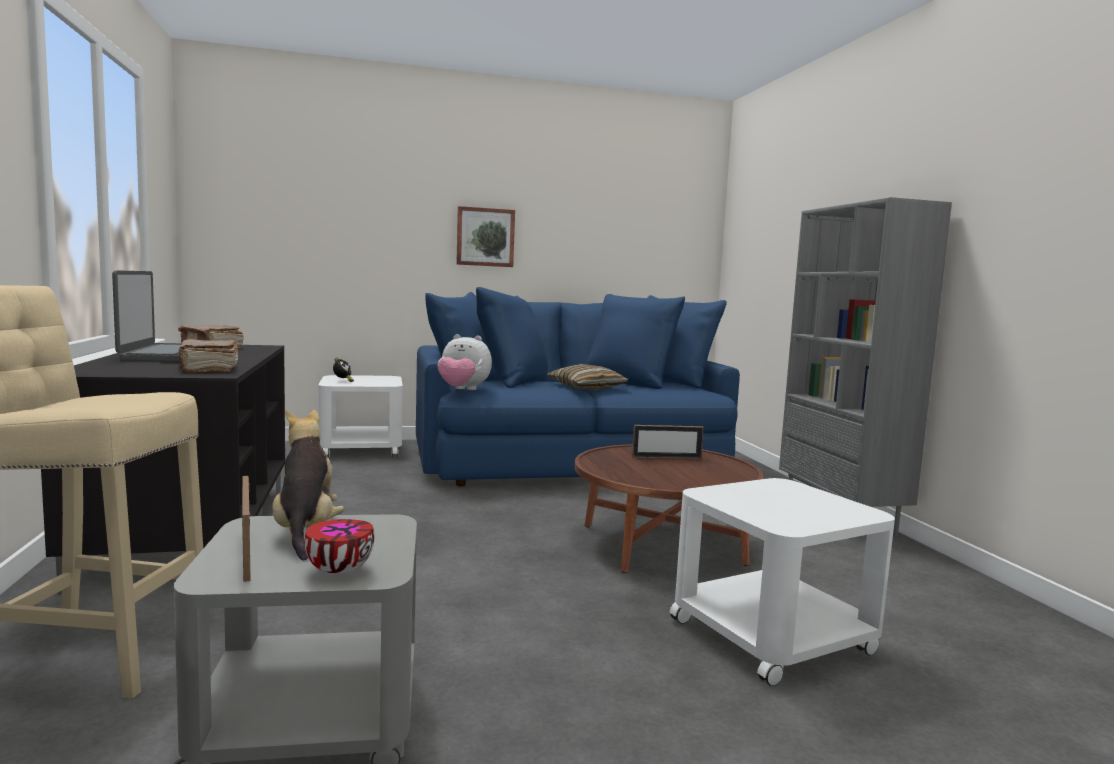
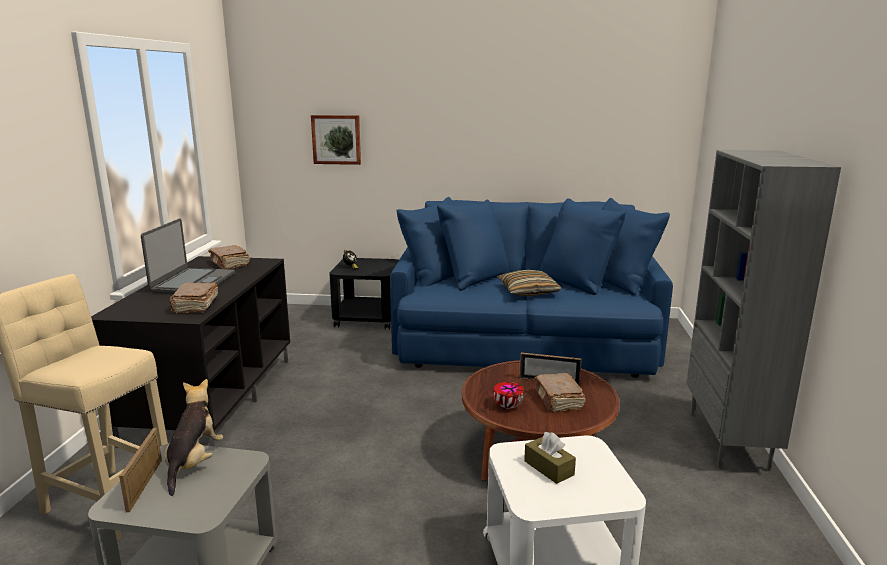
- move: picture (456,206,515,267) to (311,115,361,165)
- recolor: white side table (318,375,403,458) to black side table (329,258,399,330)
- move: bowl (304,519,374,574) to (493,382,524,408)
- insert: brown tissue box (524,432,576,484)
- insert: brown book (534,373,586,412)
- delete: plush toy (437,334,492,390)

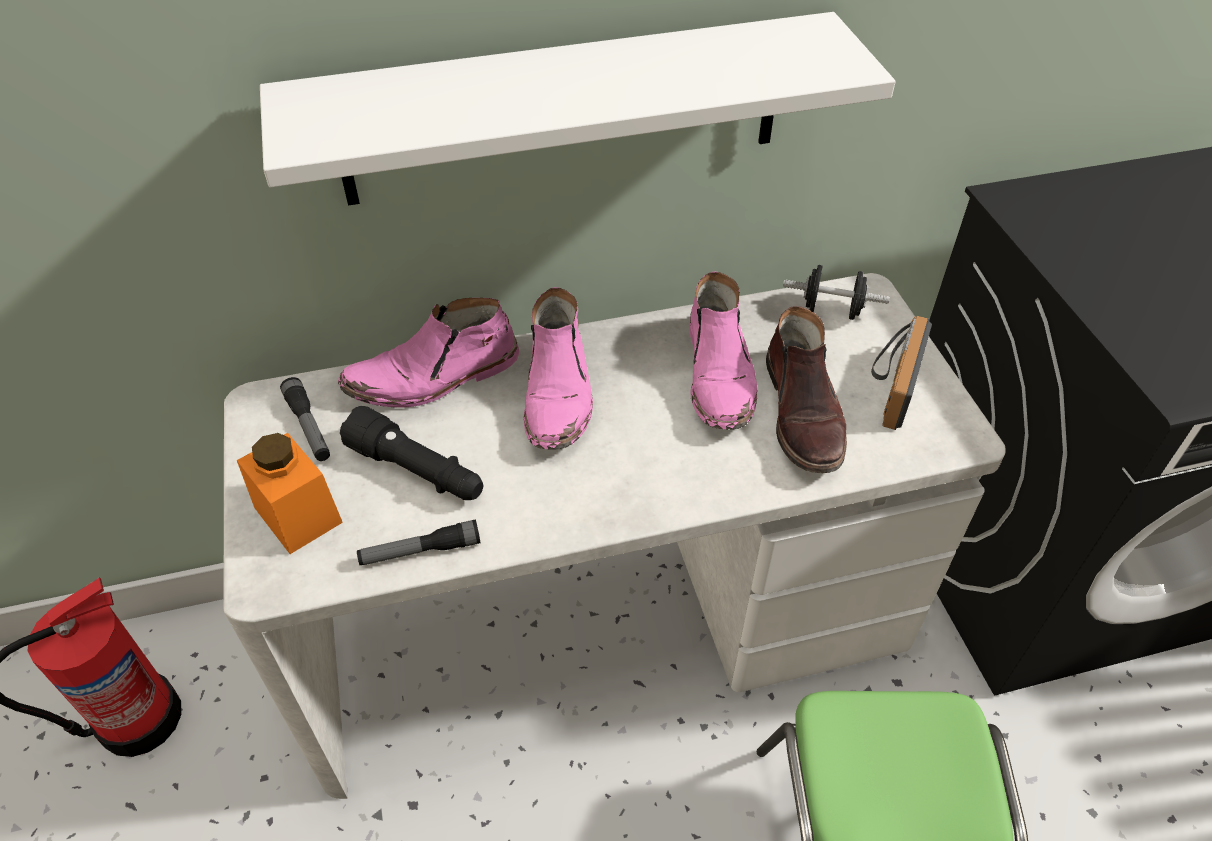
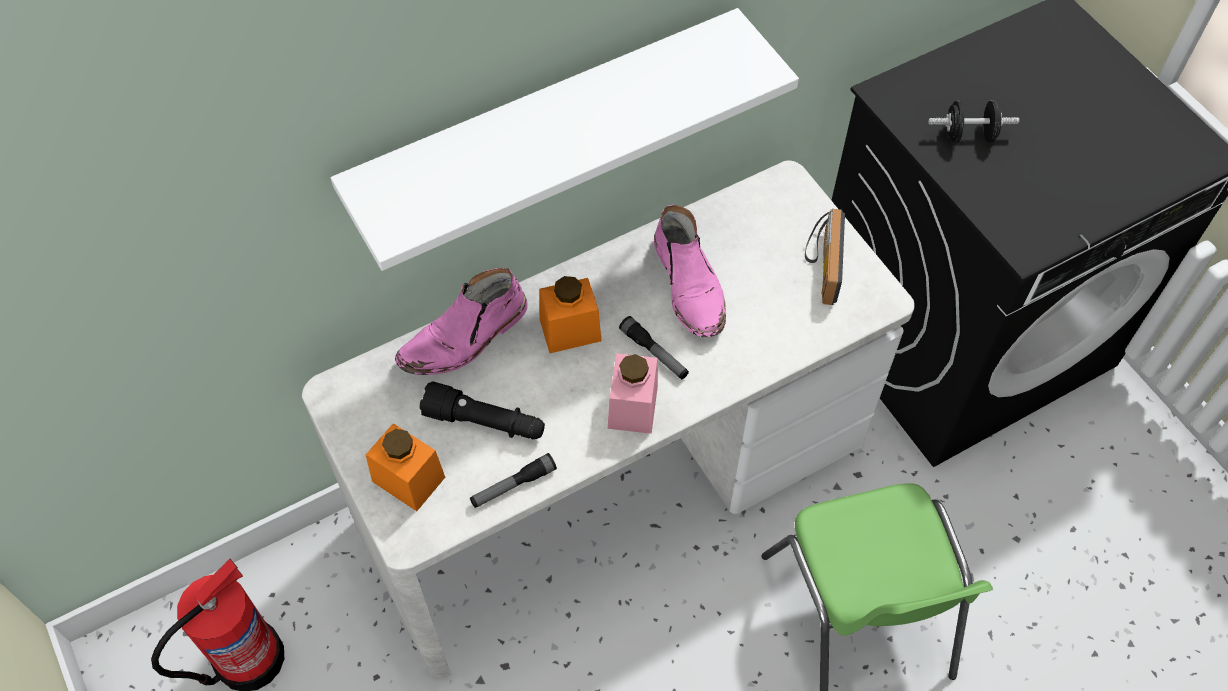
- replace: pink boot (524,287,593,450) to orange jar (539,276,602,353)
- insert: pink jar (608,353,658,434)
- move: flashlight (280,377,330,461) to (619,316,689,379)
- move: black dumbbell (783,265,890,320) to (928,100,1020,143)
- delete: brown boot (766,306,847,473)

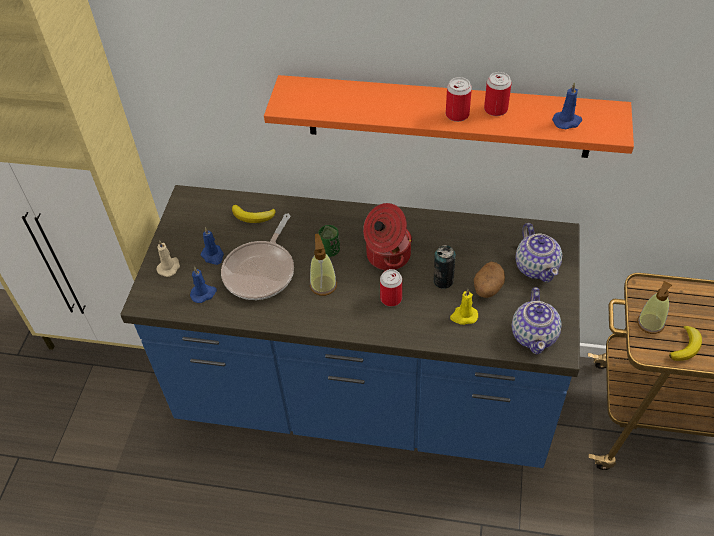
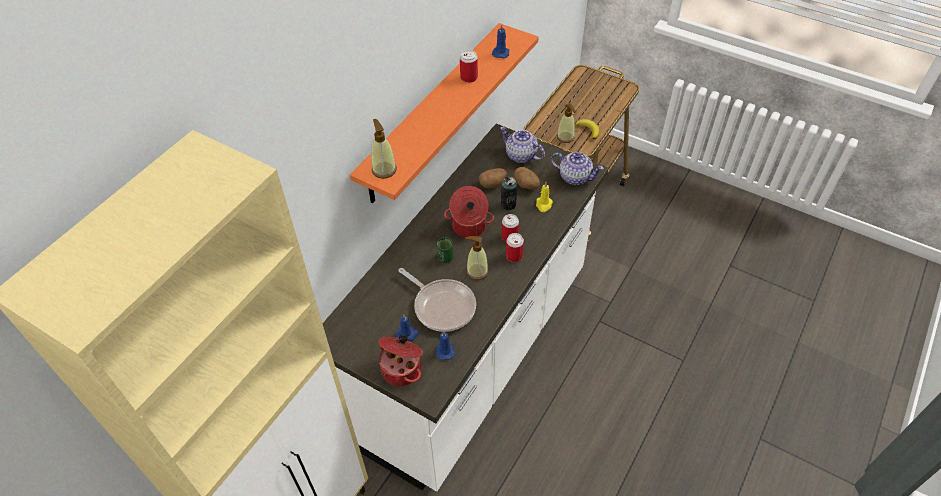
- recolor: blue counter (120,185,580,468) to white counter (323,124,608,492)
- insert: soap dispenser (371,119,397,179)
- replace: beige candle (156,240,180,277) to cooking pot (378,335,423,386)
- insert: potato (479,168,507,189)
- rotate: teapot (515,223,562,282) = (500,127,545,163) 150 degrees counterclockwise
- move: can (446,77,472,122) to (506,233,524,262)
- delete: banana (232,205,276,223)

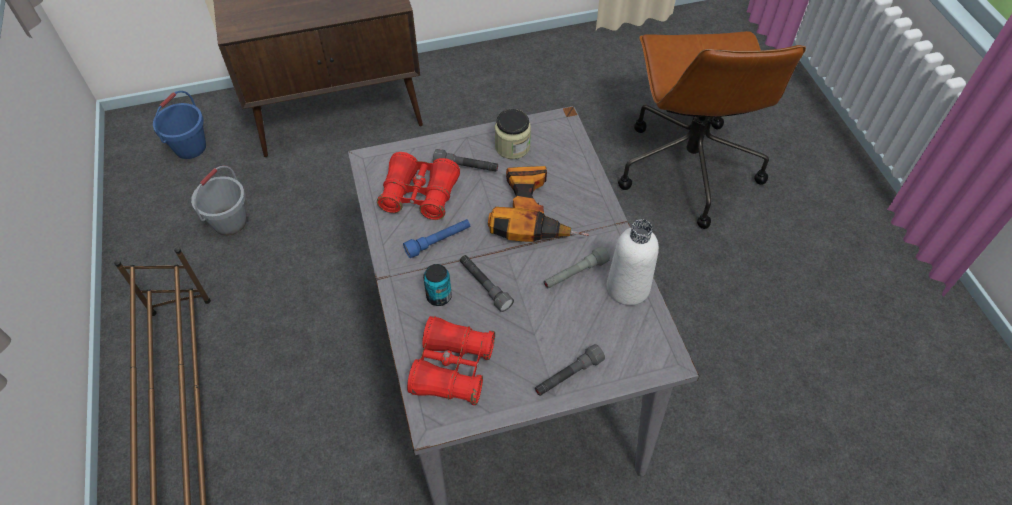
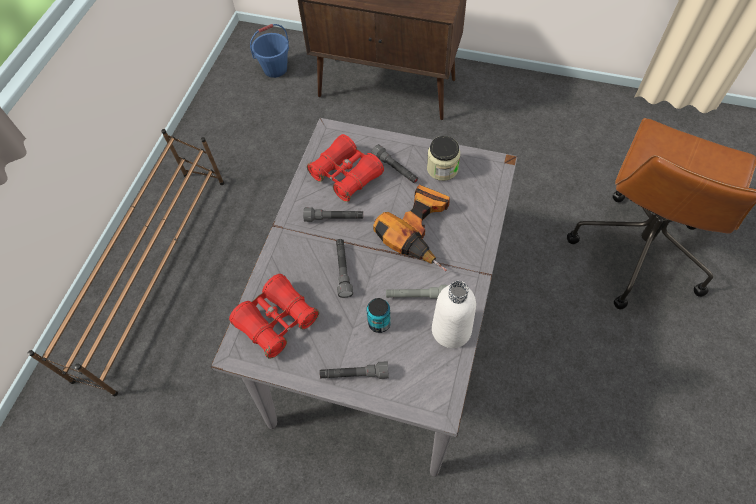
- recolor: blue flashlight (403,219,470,258) to grey flashlight (303,207,363,222)
- move: can (423,264,452,306) to (367,298,391,333)
- delete: grey bucket (191,166,247,236)

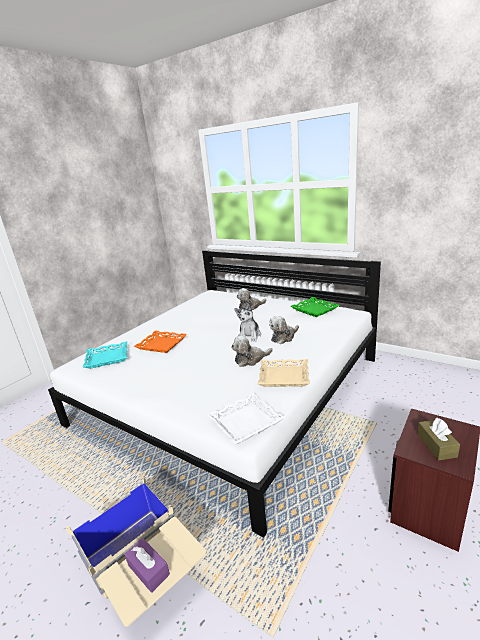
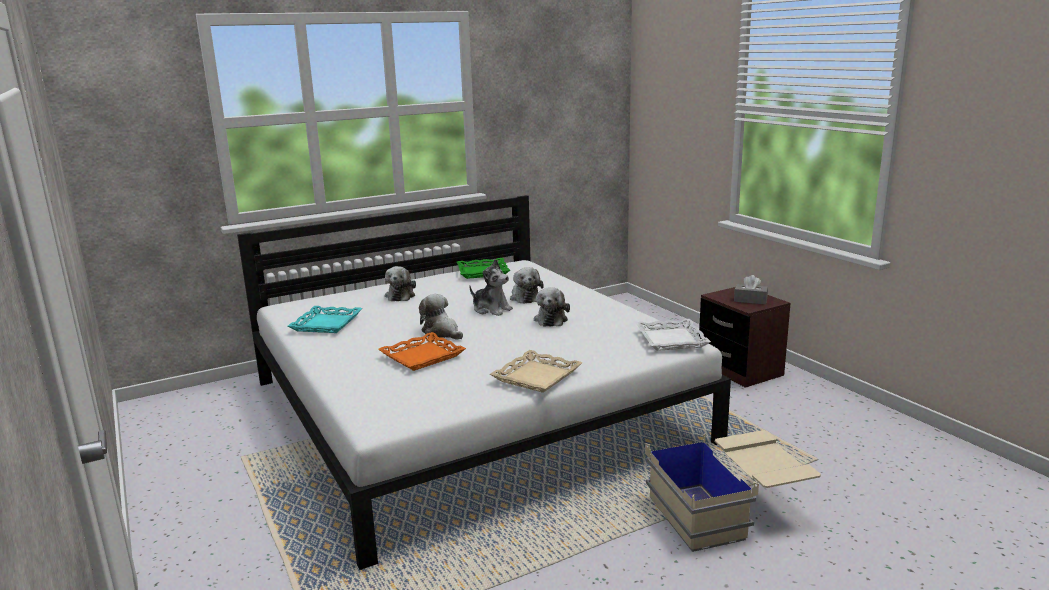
- move: turquoise tray (83,341,127,369) to (288,306,362,333)
- insert: plush toy (419,294,463,340)
- move: beige tray (258,359,310,387) to (490,350,582,393)
- recolor: brown tissue box (417,417,460,460) to grey tissue box (734,275,768,305)
- delete: purple tissue box (125,538,170,593)

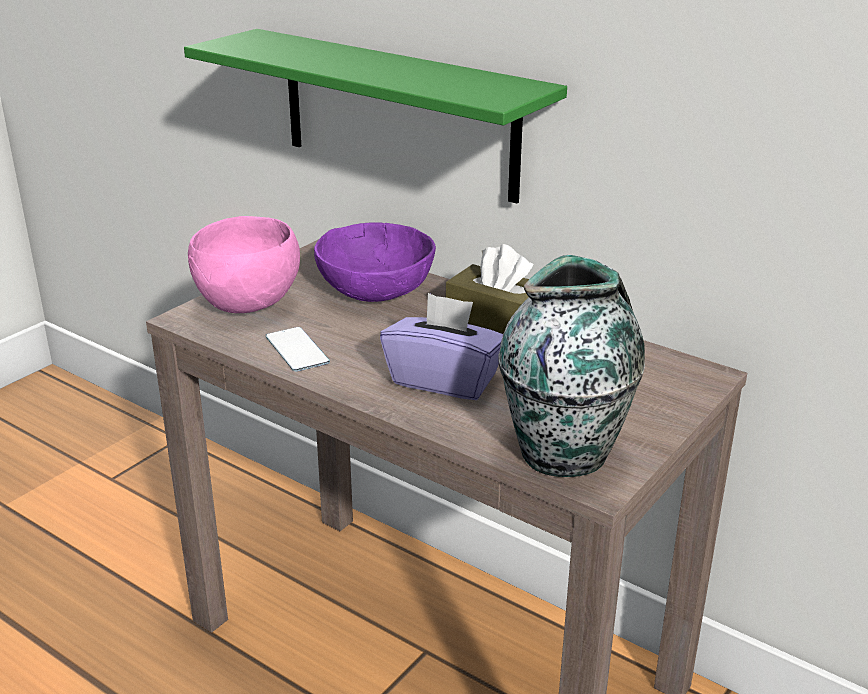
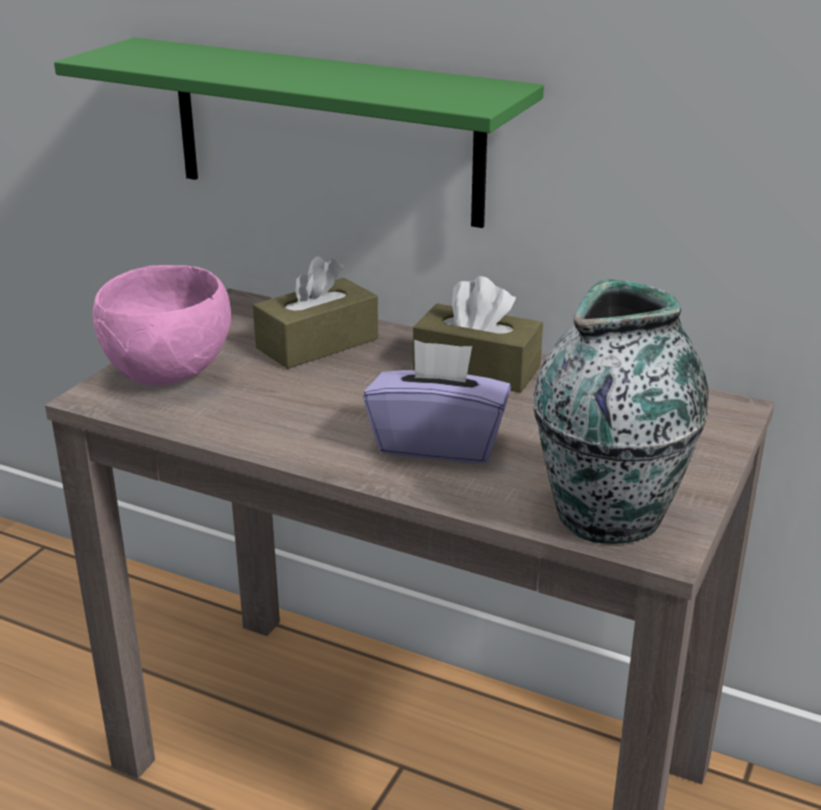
- replace: purple bowl (314,222,436,302) to brown tissue box (253,256,378,369)
- delete: phone (265,327,330,372)

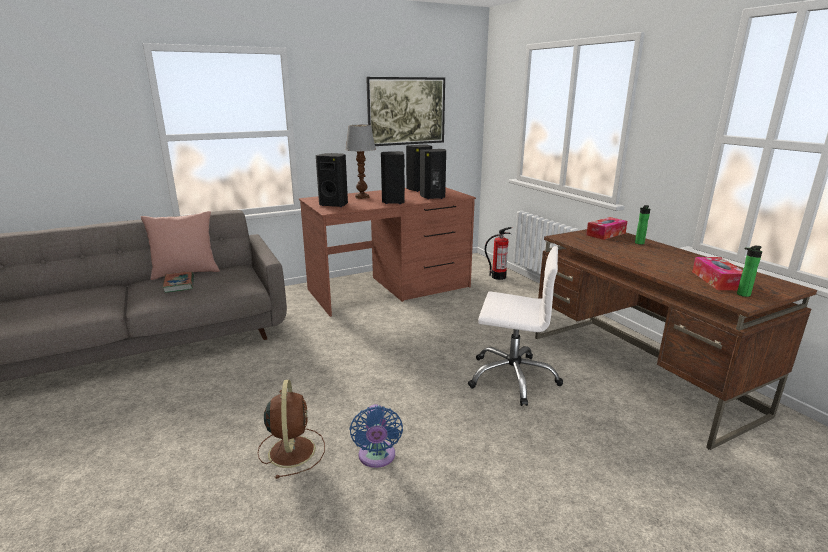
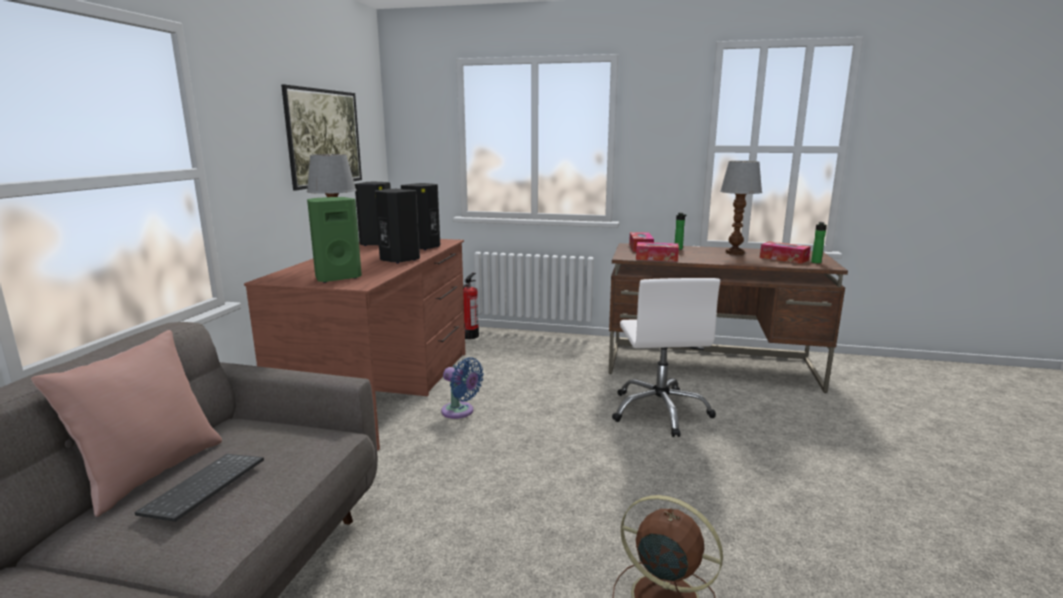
- replace: book (162,272,194,293) to keyboard (134,454,264,522)
- recolor: black speaker (316,153,348,207) to green speaker (307,197,362,283)
- move: blue fan (349,404,403,468) to (441,357,484,419)
- rotate: white office chair (468,246,563,406) = (612,278,720,437) 120 degrees clockwise
- insert: tissue box (636,242,679,262)
- insert: table lamp (720,161,762,255)

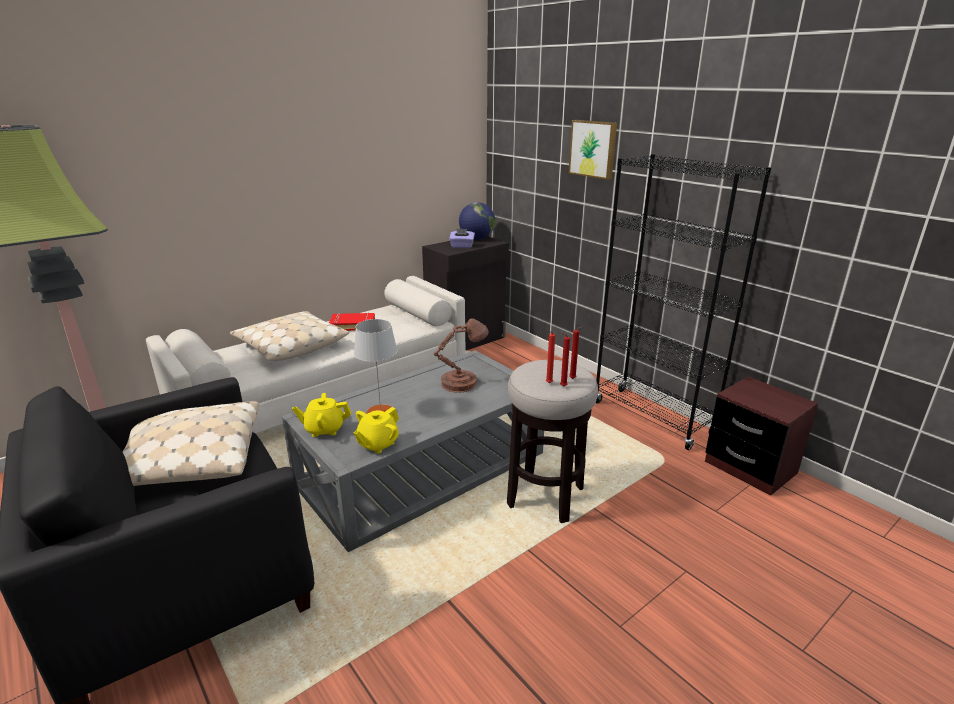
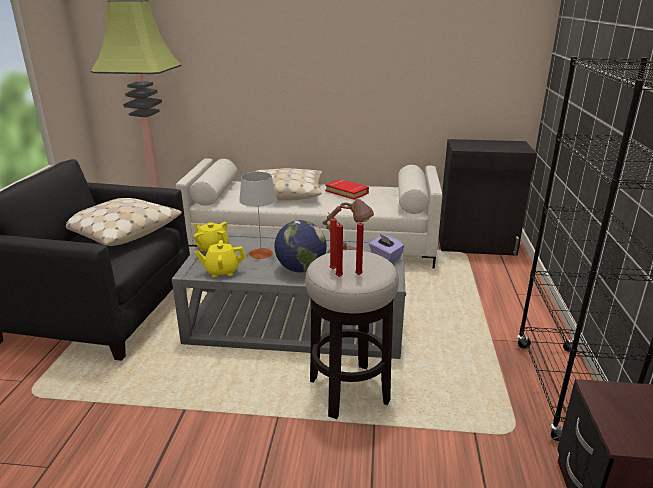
- move: globe (459,202,495,240) to (274,220,327,272)
- move: purple tissue box (449,228,475,248) to (369,234,404,262)
- delete: picture (569,120,617,180)

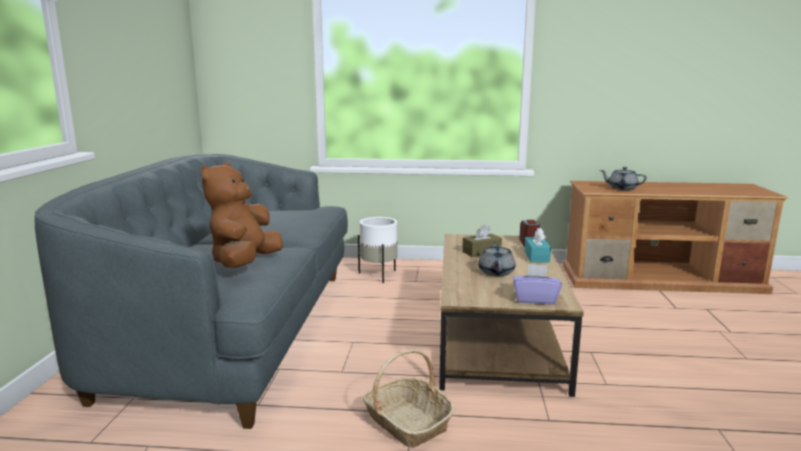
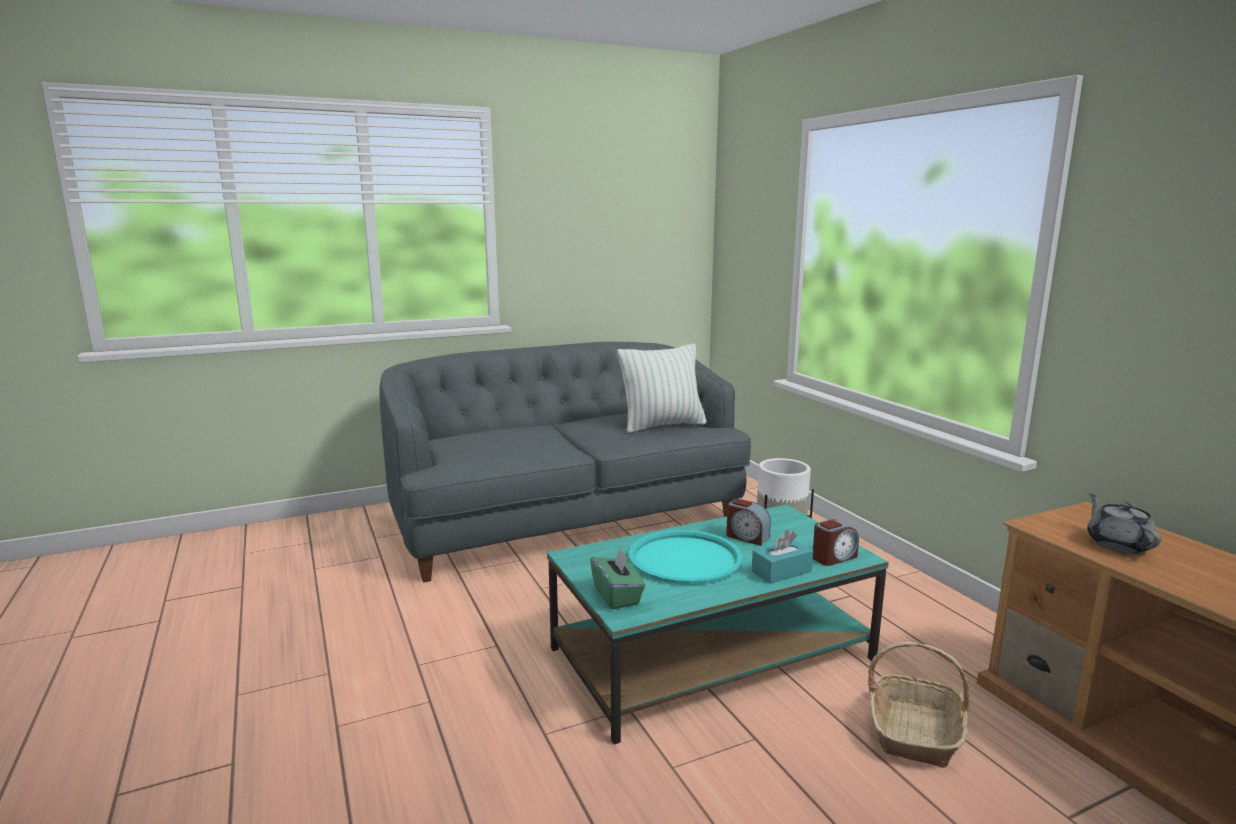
- recolor: brown coffee table (439,234,584,397) to turquoise coffee table (547,505,889,744)
- recolor: purple tissue box (513,264,562,304) to green tissue box (590,548,645,610)
- insert: pillow (617,343,706,433)
- replace: grey teapot (478,242,515,276) to turquoise tray (629,530,743,585)
- replace: brown tissue box (462,224,502,257) to alarm clock (726,499,771,546)
- move: basket (362,349,455,448) to (868,642,970,768)
- delete: brown plush toy (201,162,283,268)

